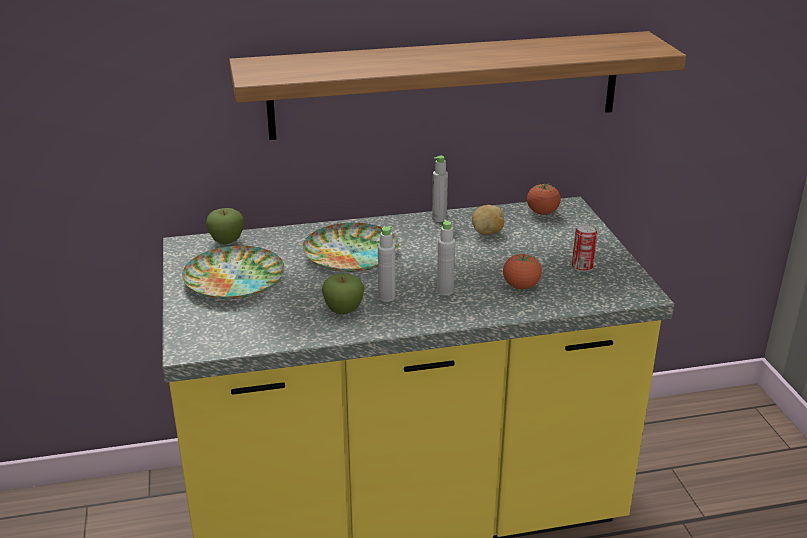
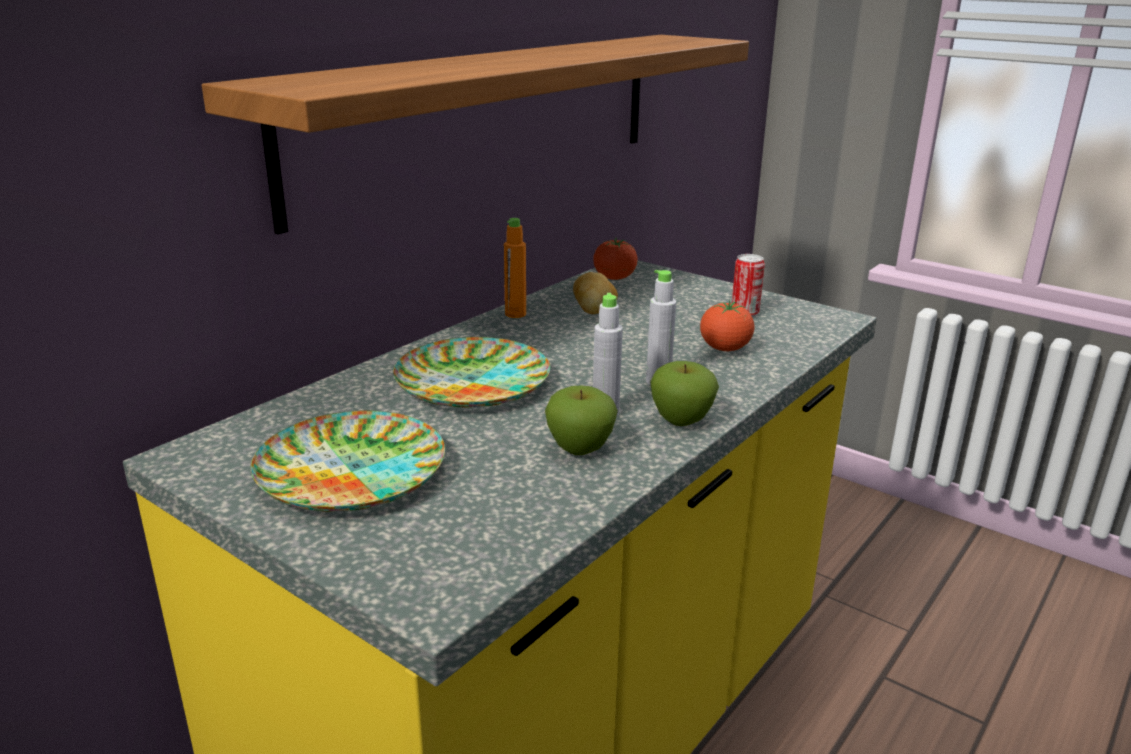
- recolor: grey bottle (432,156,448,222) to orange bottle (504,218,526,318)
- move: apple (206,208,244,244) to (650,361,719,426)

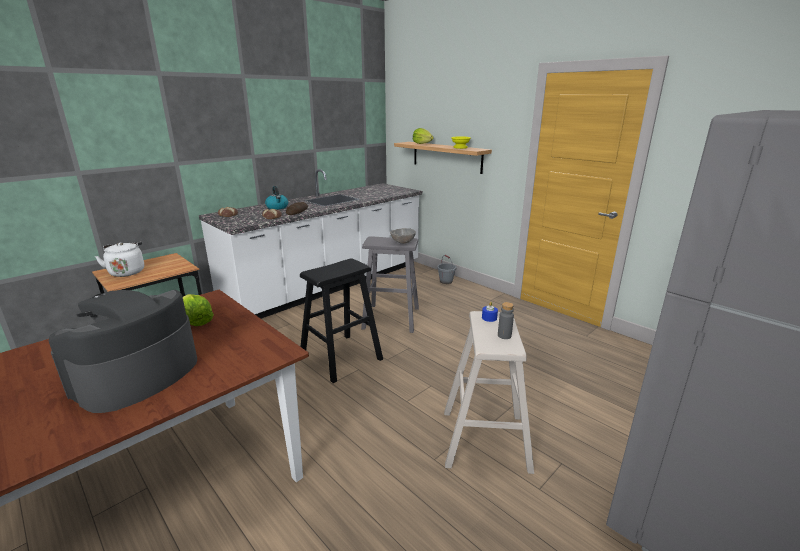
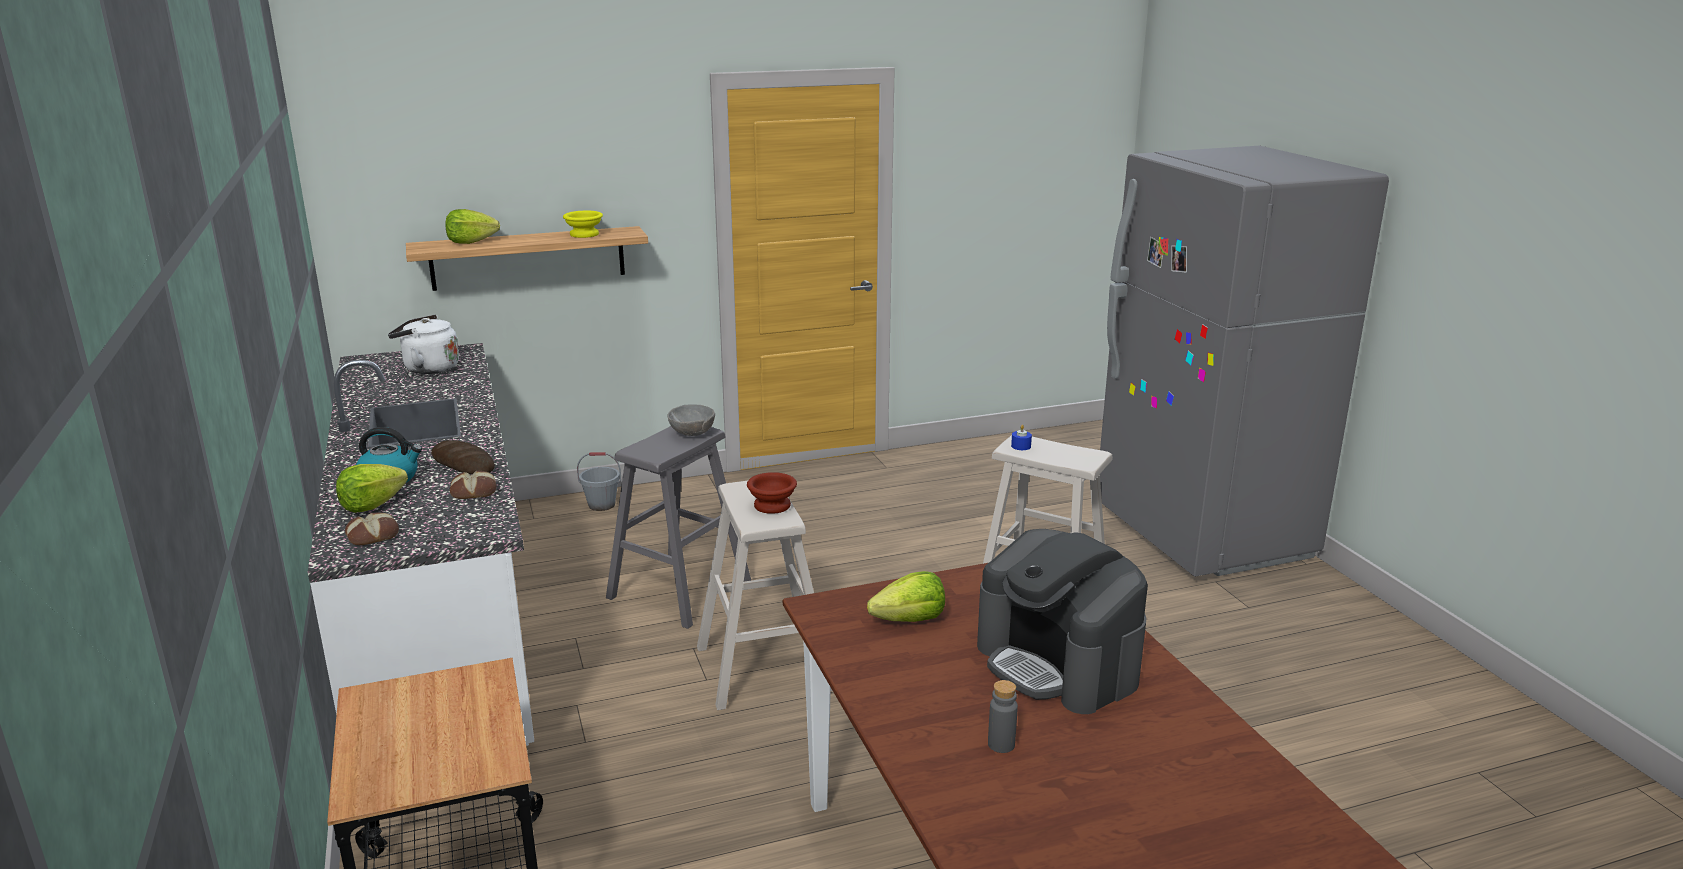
- insert: lettuce (336,464,408,513)
- move: white kettle (95,242,144,277) to (388,315,459,374)
- recolor: black stool (300,259,383,383) to beige stool (697,481,833,710)
- insert: brown bowl (747,472,797,514)
- move: grey bottle (498,302,514,339) to (988,680,1018,753)

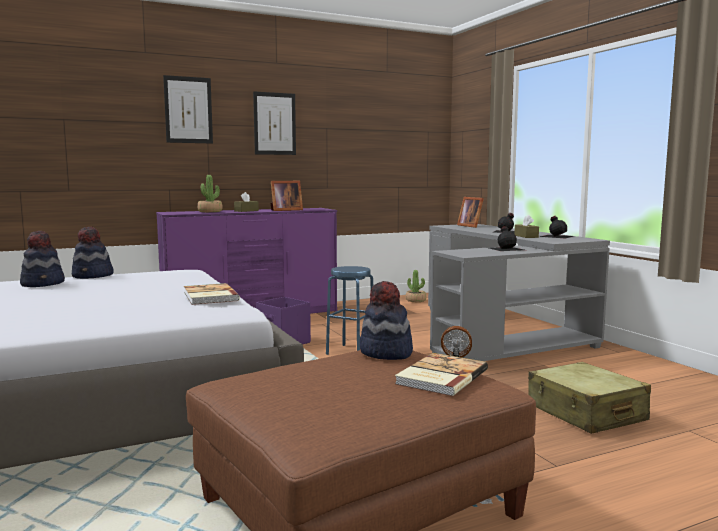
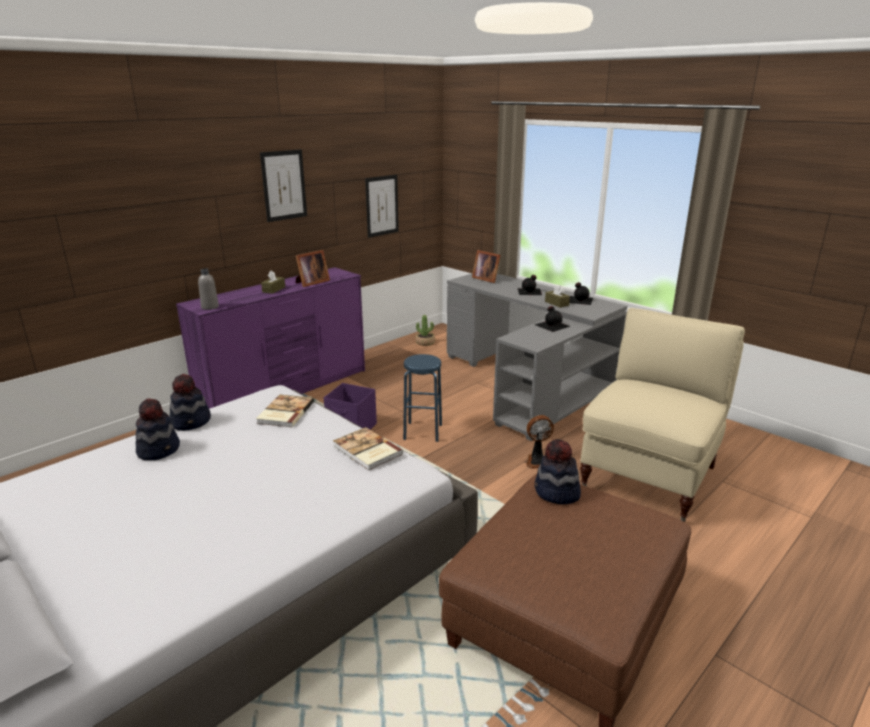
- insert: grey bottle (198,268,219,310)
- move: book (395,353,488,396) to (256,394,314,427)
- move: picture (163,75,213,143) to (365,175,399,238)
- replace: beige suitcase (528,362,651,434) to beige armchair (580,308,745,522)
- delete: potted plant (197,175,223,212)

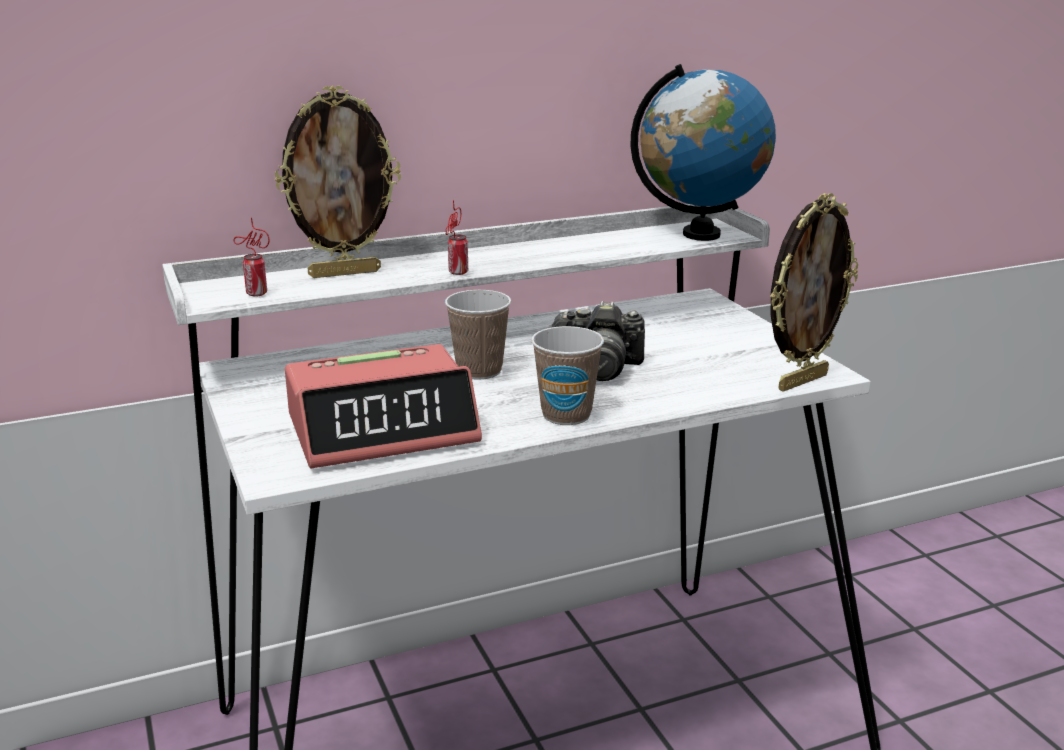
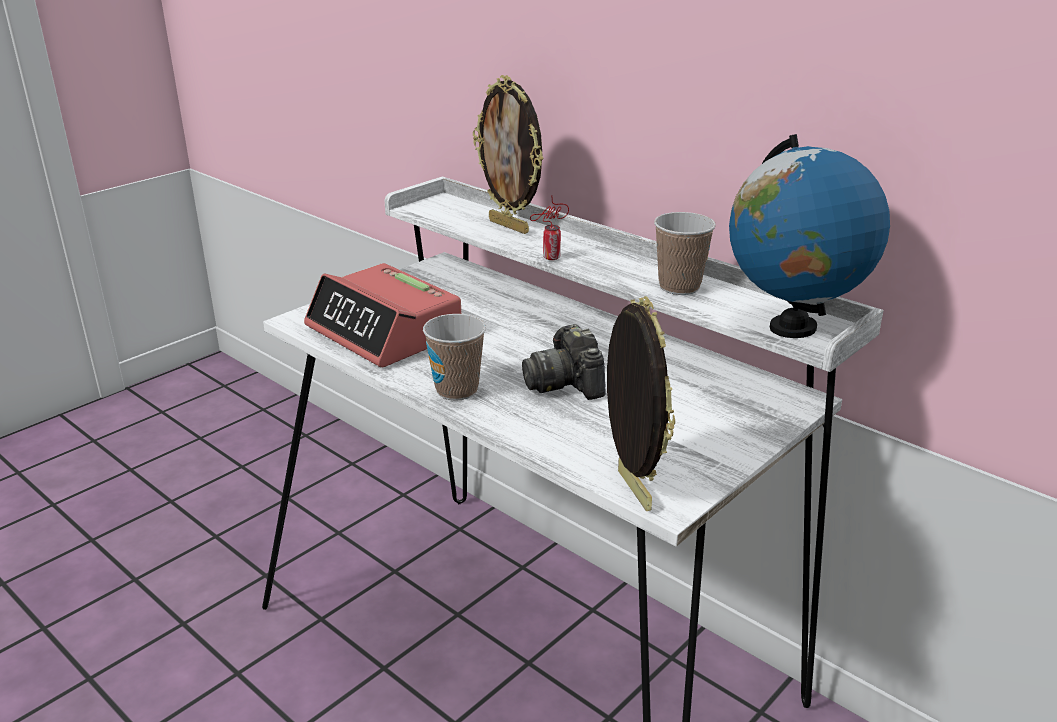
- rotate: picture frame (770,193,858,392) = (607,296,675,511) 135 degrees counterclockwise
- move: cup (445,290,511,380) to (654,212,716,295)
- delete: can (233,217,269,297)

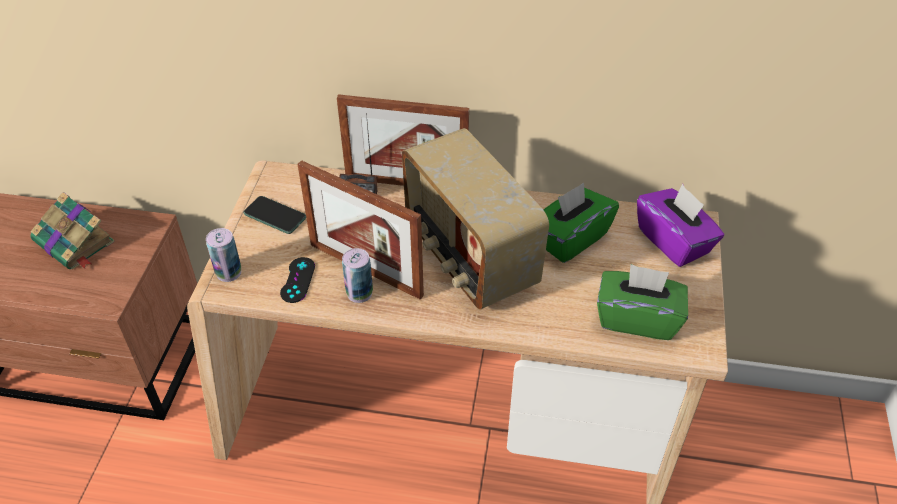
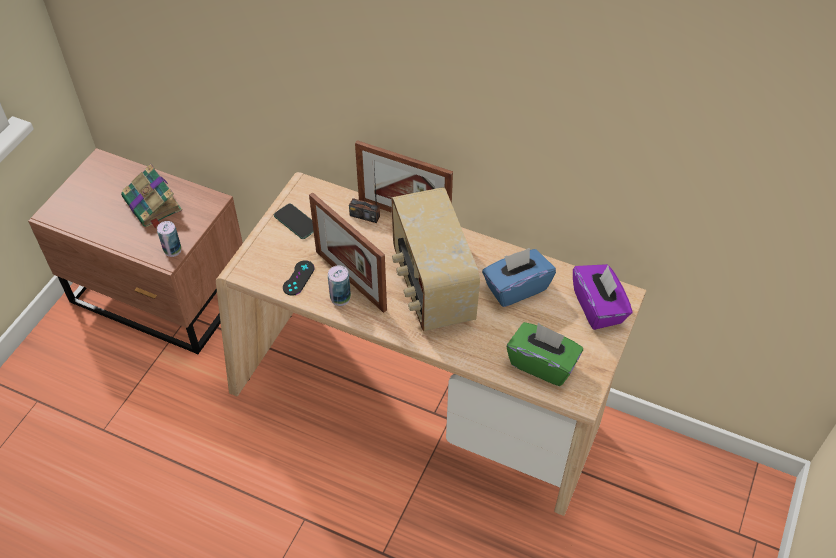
- move: can (206,228,241,282) to (157,221,181,257)
- recolor: green tissue box (543,183,619,263) to blue tissue box (482,248,556,307)

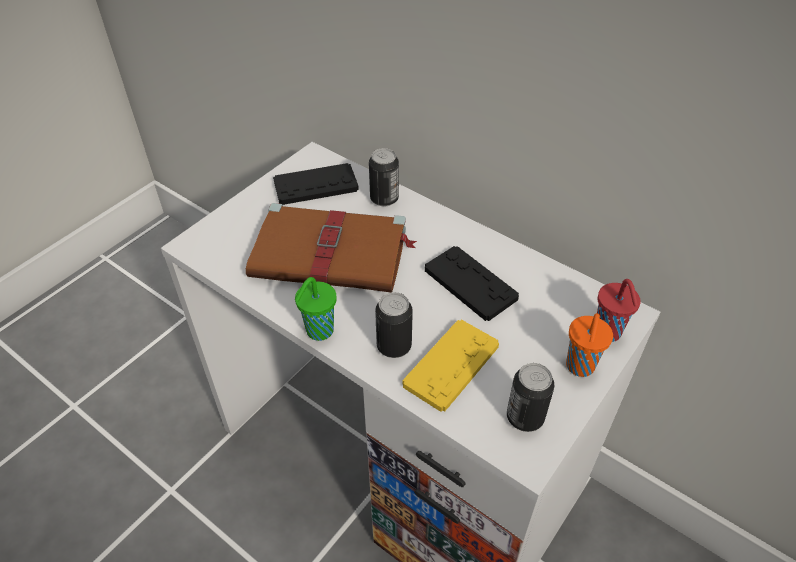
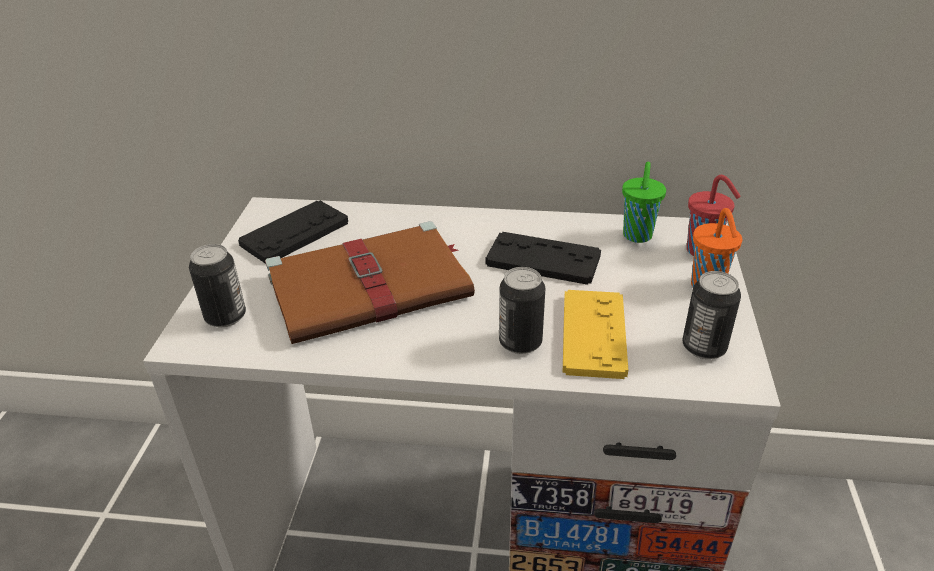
- move: can (369,148,399,207) to (189,244,246,327)
- move: green cup (295,277,336,341) to (622,162,666,243)

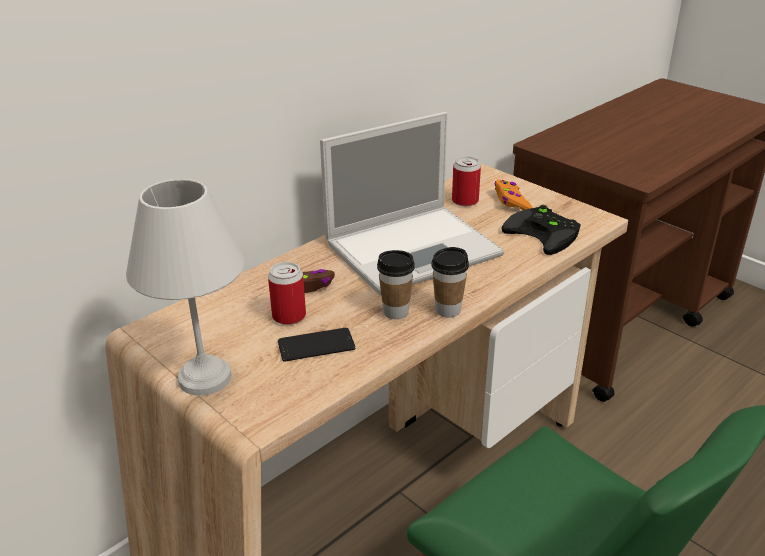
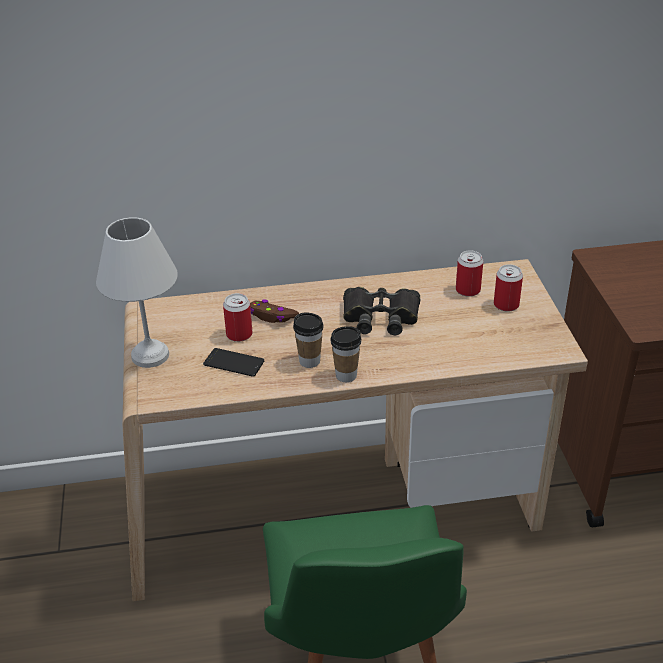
- replace: laptop (320,112,504,295) to black binoculars (343,287,420,335)
- replace: orange game controller (495,180,533,210) to can (494,264,523,312)
- delete: black game controller (502,205,581,255)

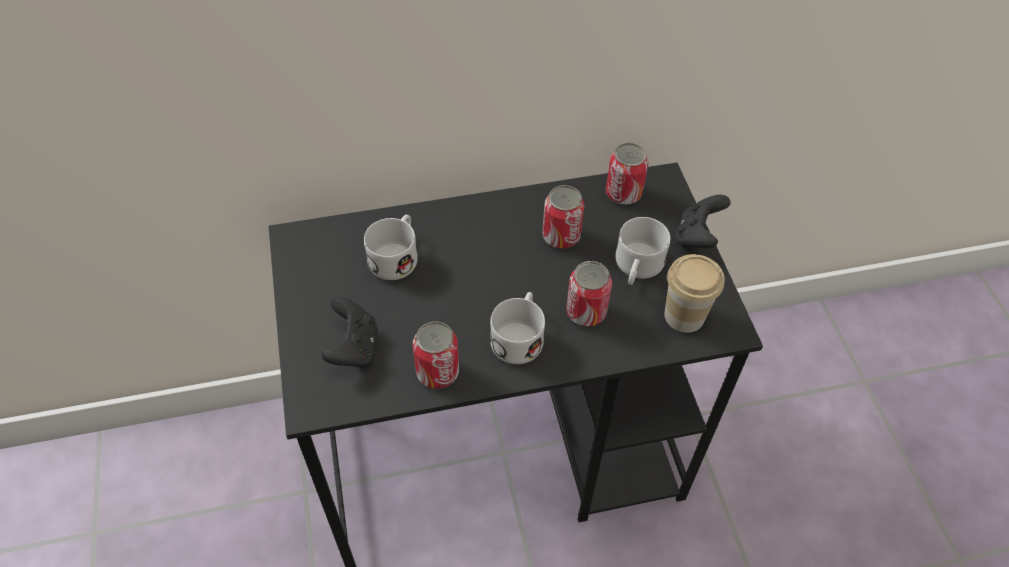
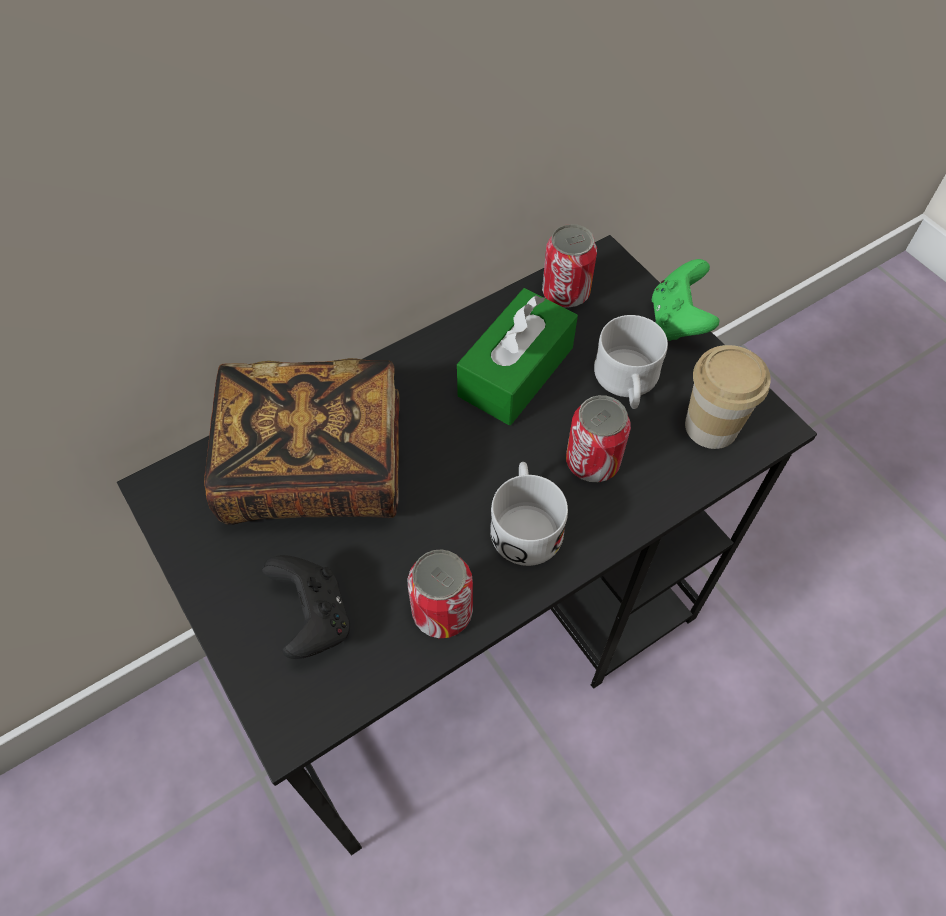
- replace: white mug (364,215,418,280) to book (204,358,399,525)
- replace: can (542,185,585,249) to green tissue box (457,288,578,425)
- recolor: black game controller (675,195,731,249) to green game controller (652,259,719,341)

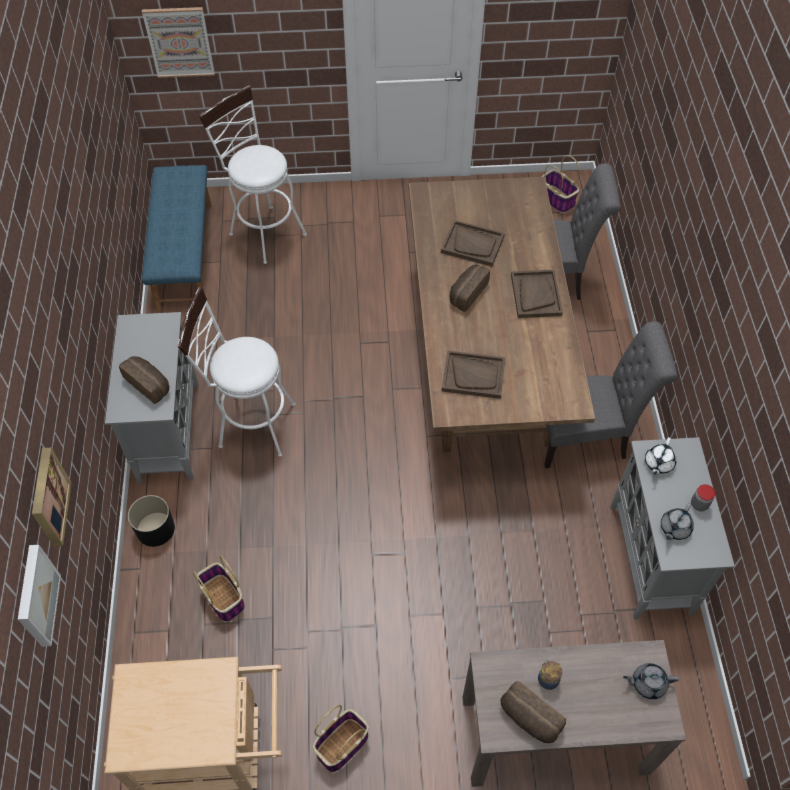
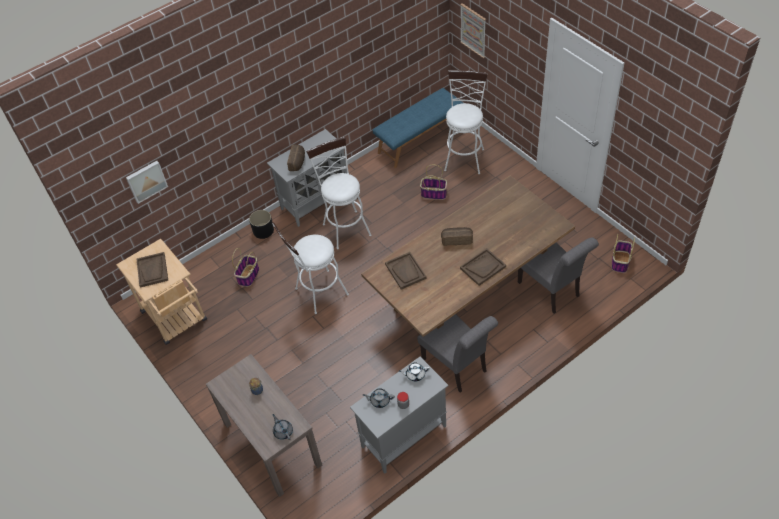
- move: brown tray (441,220,505,266) to (137,252,168,288)
- insert: white stool (272,223,349,314)
- move: basket (313,705,369,772) to (420,165,447,200)
- delete: picture (32,448,72,546)
- delete: bread (500,681,566,743)

